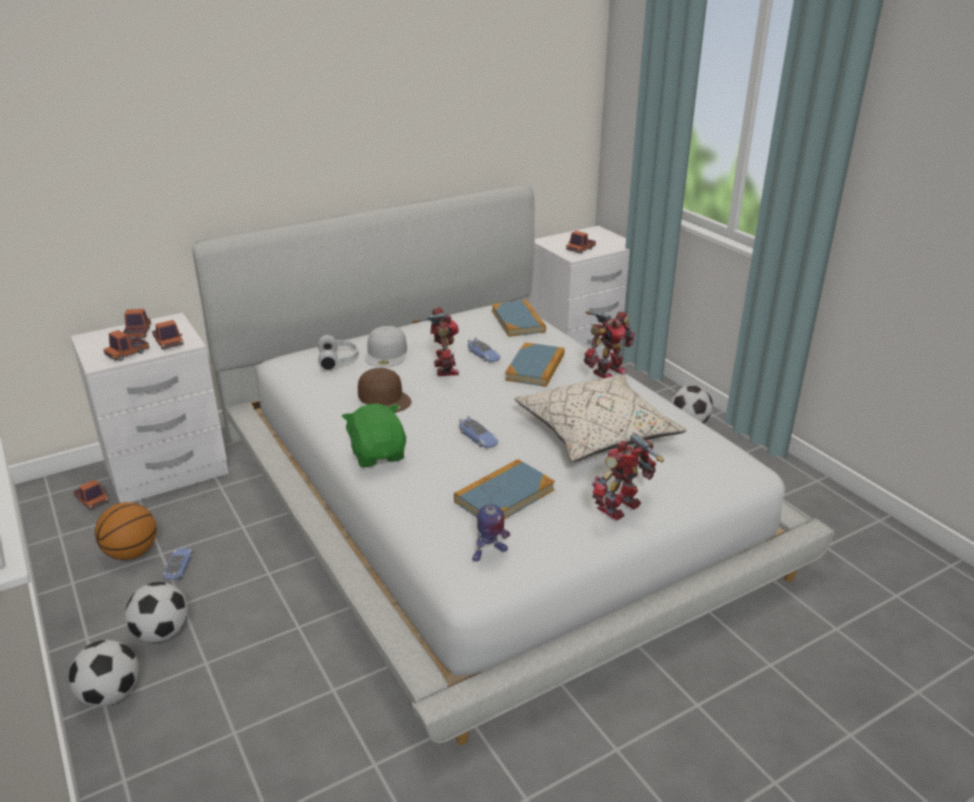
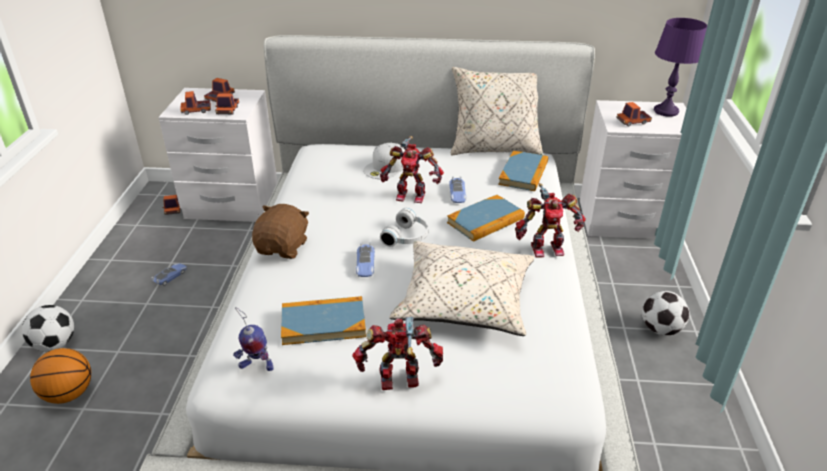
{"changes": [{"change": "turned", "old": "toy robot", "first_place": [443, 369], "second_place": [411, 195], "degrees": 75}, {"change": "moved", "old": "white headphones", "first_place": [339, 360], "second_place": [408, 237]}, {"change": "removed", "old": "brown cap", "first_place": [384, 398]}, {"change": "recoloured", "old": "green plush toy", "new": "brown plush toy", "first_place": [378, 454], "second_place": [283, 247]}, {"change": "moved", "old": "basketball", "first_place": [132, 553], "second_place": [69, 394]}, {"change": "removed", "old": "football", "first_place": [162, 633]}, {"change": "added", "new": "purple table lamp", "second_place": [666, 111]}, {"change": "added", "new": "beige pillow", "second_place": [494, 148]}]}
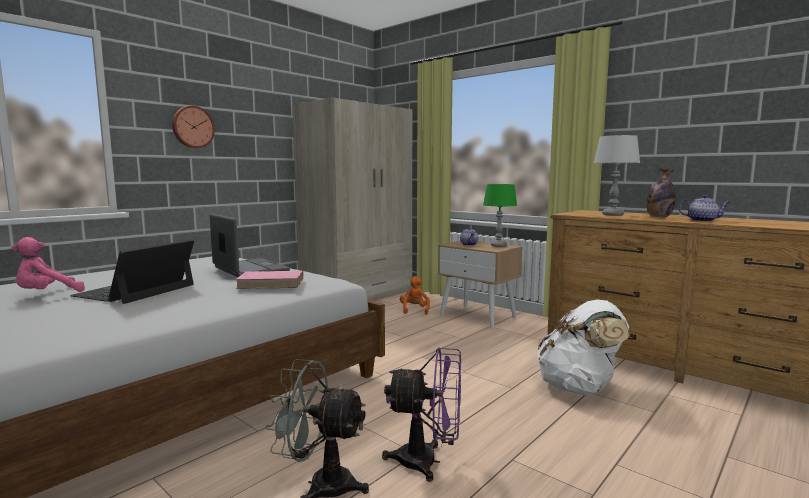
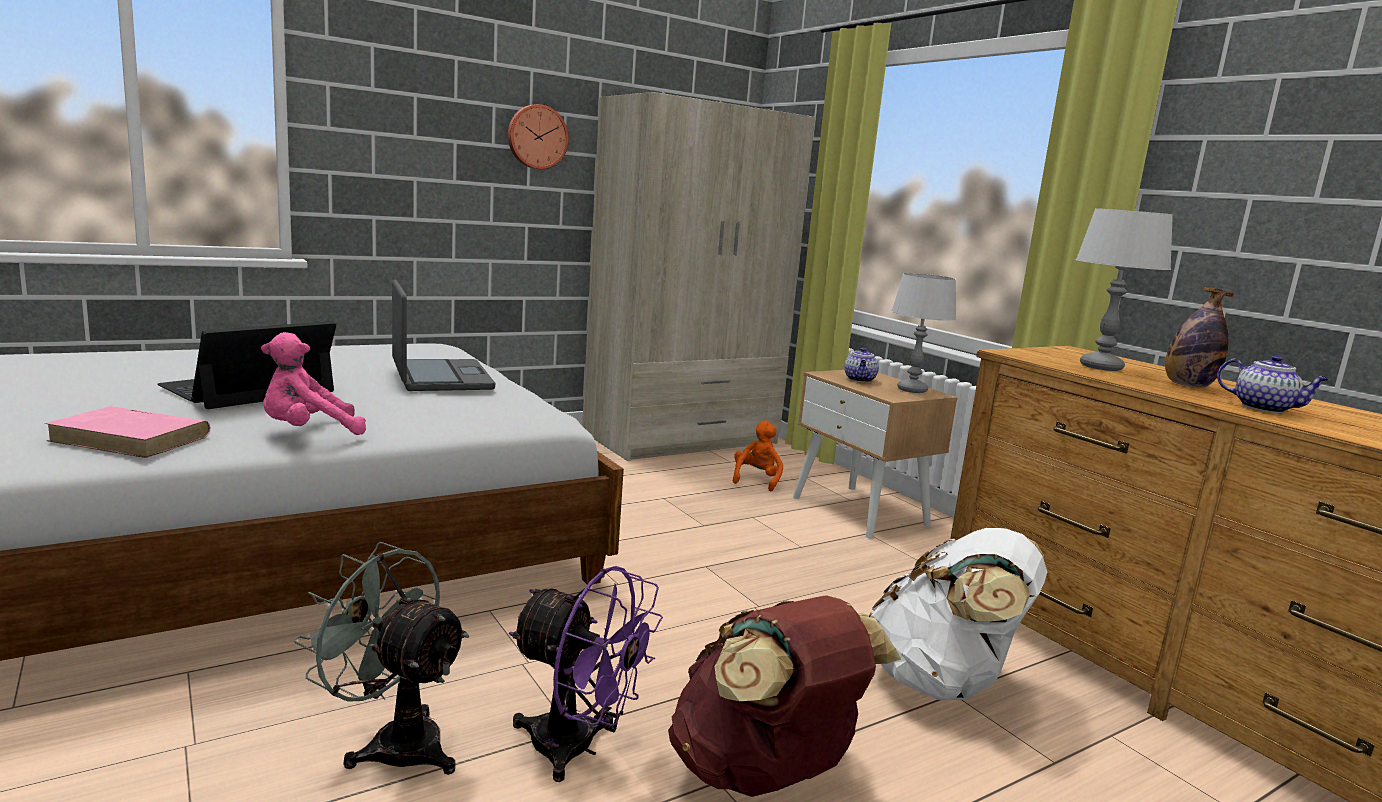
{"changes": [{"change": "moved", "old": "wall clock", "first_place": [192, 127], "second_place": [537, 137]}, {"change": "recoloured", "old": "green table lamp", "new": "grey table lamp", "first_place": [498, 245], "second_place": [912, 390]}, {"change": "moved", "old": "pink plush toy", "first_place": [47, 295], "second_place": [309, 432]}, {"change": "moved", "old": "pink book", "first_place": [272, 283], "second_place": [132, 438]}, {"change": "added", "new": "brown backpack", "second_place": [765, 774]}]}
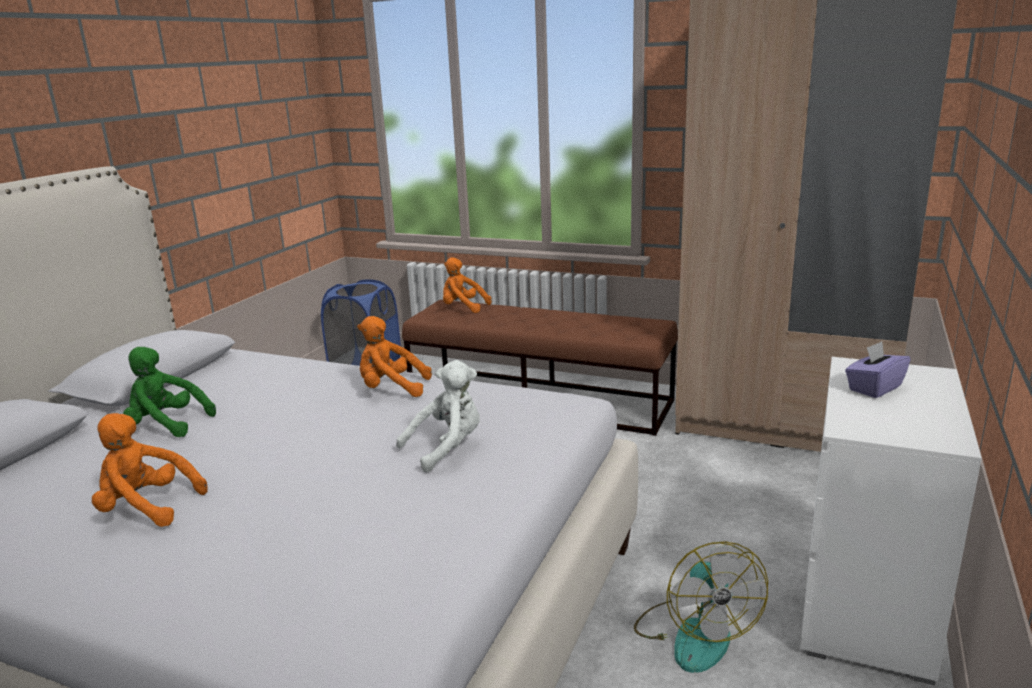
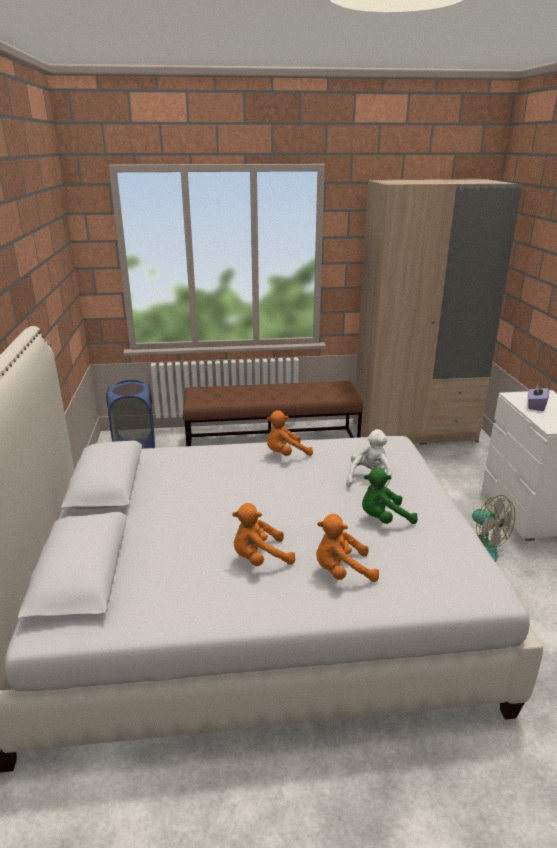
{"changes": [{"change": "moved", "old": "orange plush toy", "first_place": [463, 308], "second_place": [342, 571]}, {"change": "moved", "old": "green plush toy", "first_place": [167, 425], "second_place": [383, 518]}]}
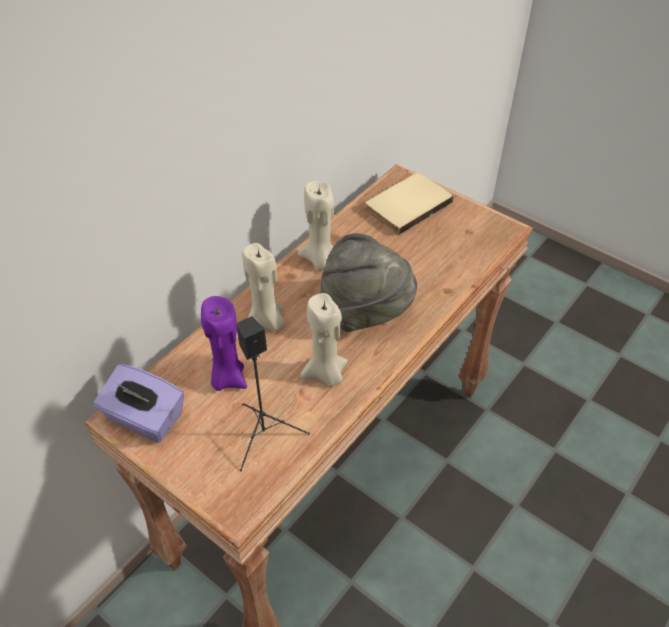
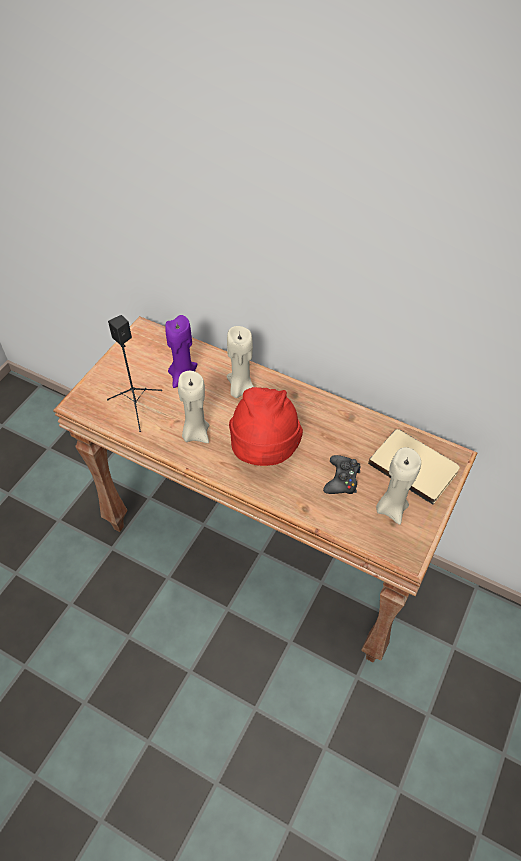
{"changes": [{"change": "moved", "old": "beige candle", "first_place": [320, 260], "second_place": [391, 508]}, {"change": "recoloured", "old": "grey hat", "new": "red hat", "first_place": [365, 312], "second_place": [264, 450]}, {"change": "removed", "old": "purple tissue box", "first_place": [144, 418]}, {"change": "added", "new": "black game controller", "second_place": [342, 479]}]}
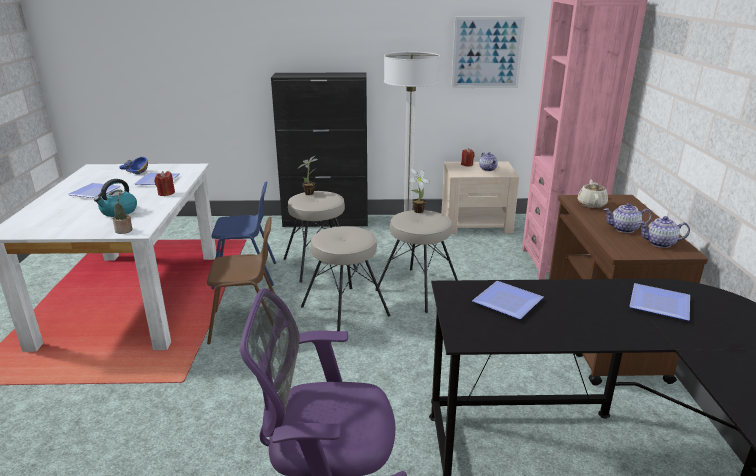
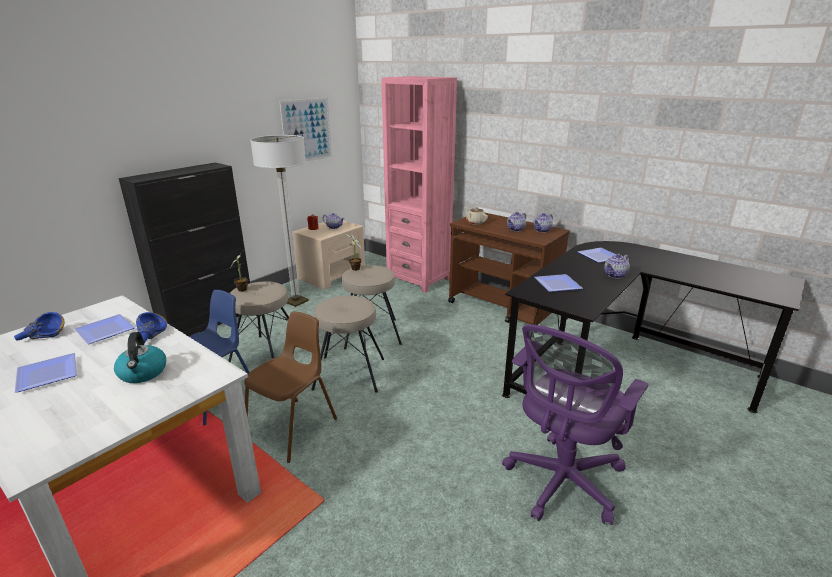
{"changes": [{"change": "replaced", "old": "red candle", "new": "blue bowl", "first_place": [166, 193], "second_place": [152, 335]}, {"change": "removed", "old": "potted plant", "first_place": [124, 231]}, {"change": "added", "new": "teapot", "second_place": [615, 275]}]}
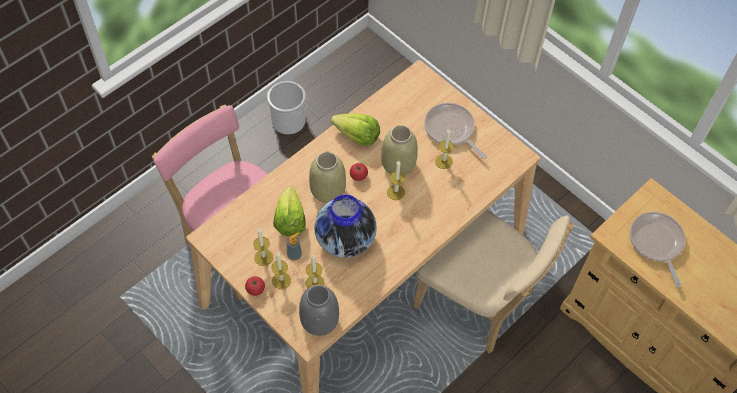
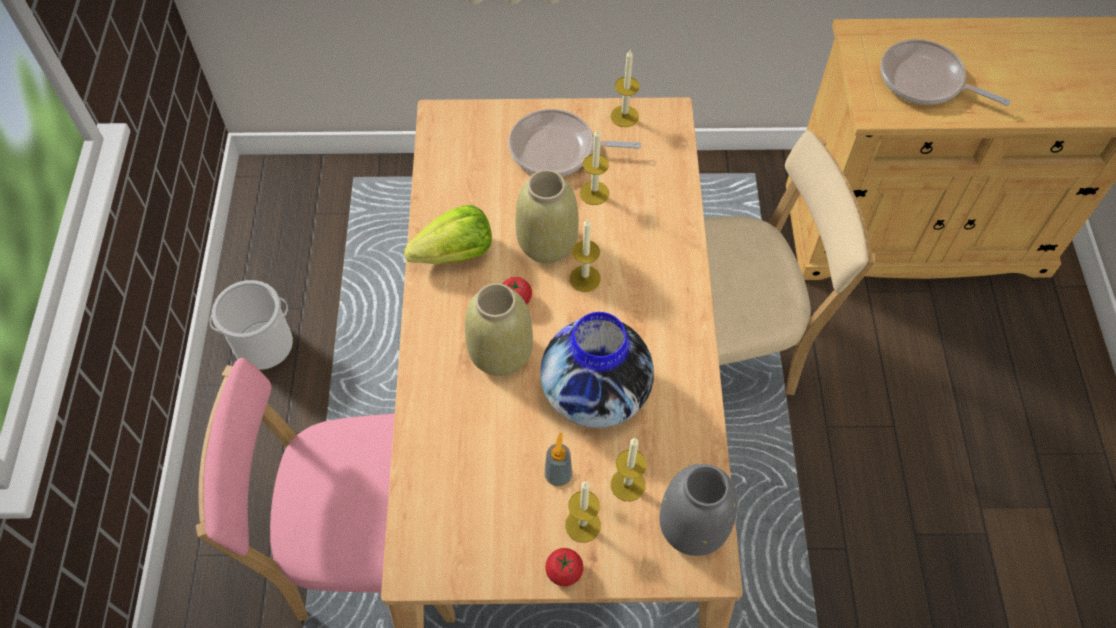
{"changes": [{"change": "removed", "old": "lettuce", "first_place": [290, 221]}, {"change": "moved", "old": "candle", "first_place": [263, 257], "second_place": [624, 116]}]}
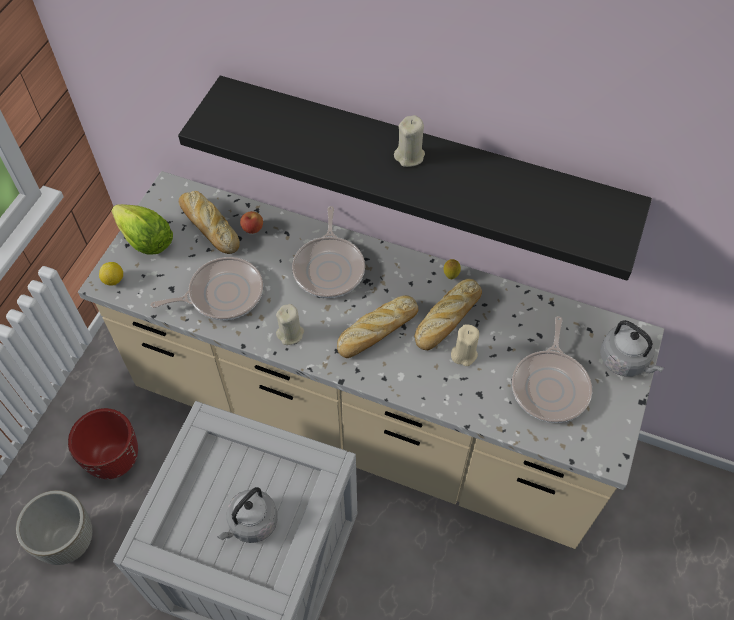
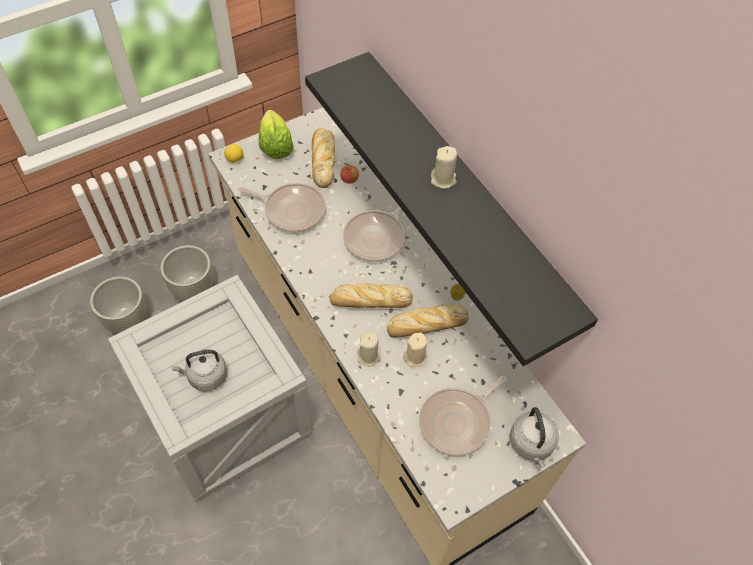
{"changes": [{"change": "moved", "old": "beige candle", "first_place": [290, 334], "second_place": [368, 356]}, {"change": "recoloured", "old": "red planter", "new": "grey planter", "first_place": [114, 459], "second_place": [193, 289]}]}
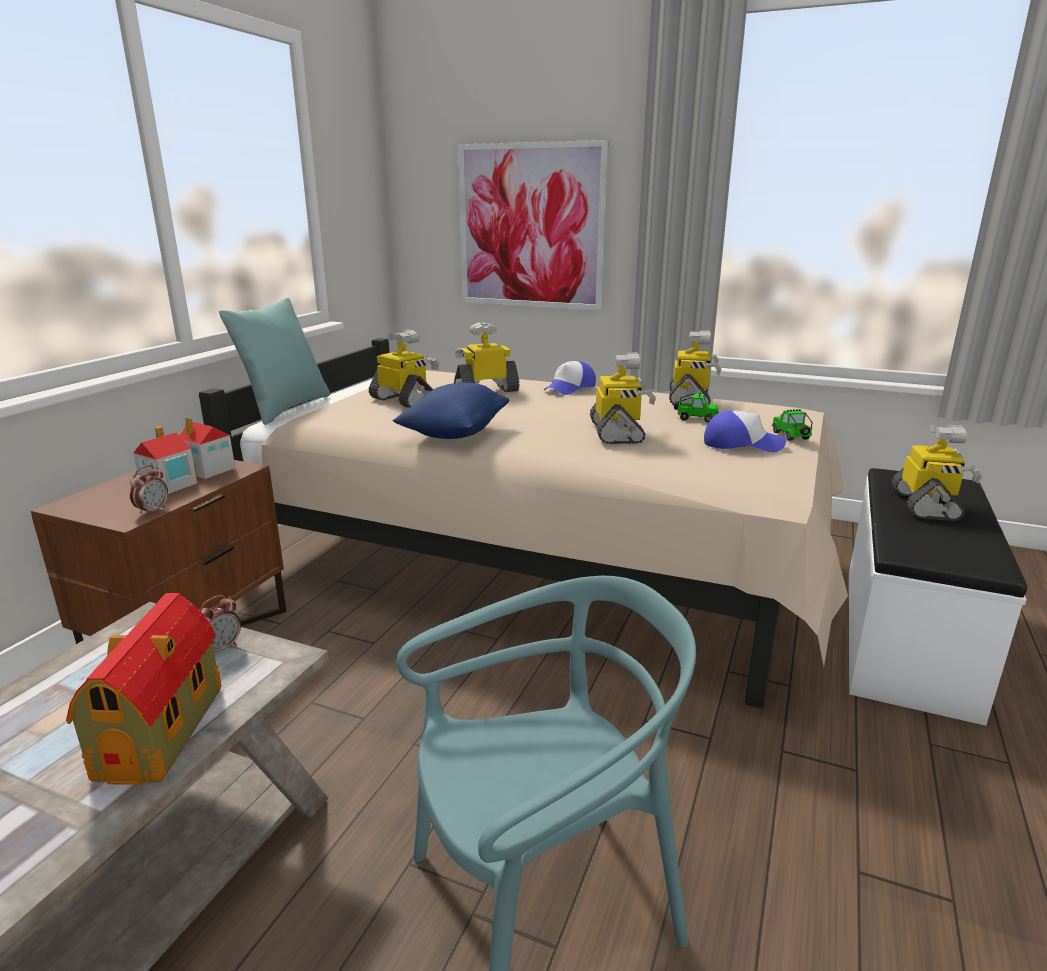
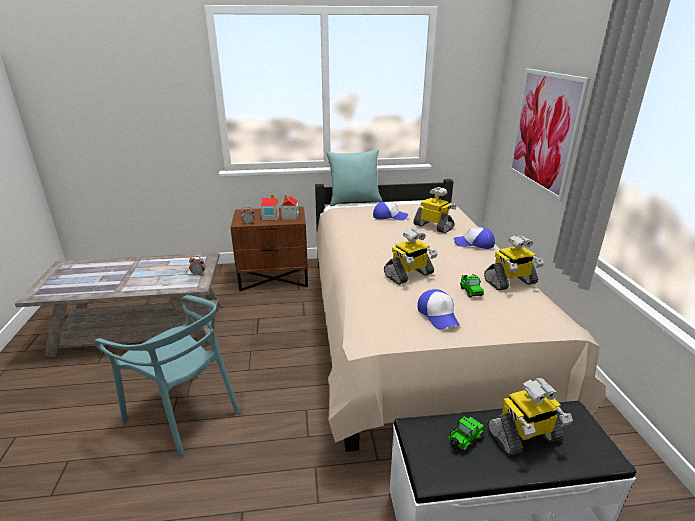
{"changes": [{"change": "replaced", "old": "toy robot", "new": "cap", "first_place": [404, 401], "second_place": [389, 216]}, {"change": "removed", "old": "blue pillow", "first_place": [454, 434]}, {"change": "moved", "old": "toy car", "first_place": [791, 436], "second_place": [464, 440]}, {"change": "removed", "old": "toy house", "first_place": [163, 728]}]}
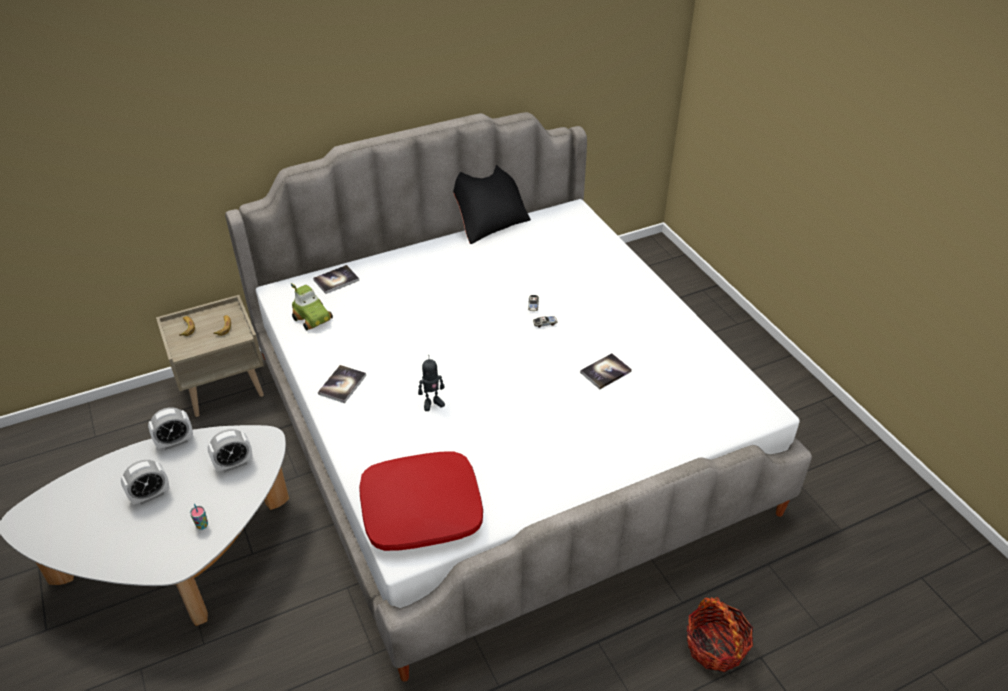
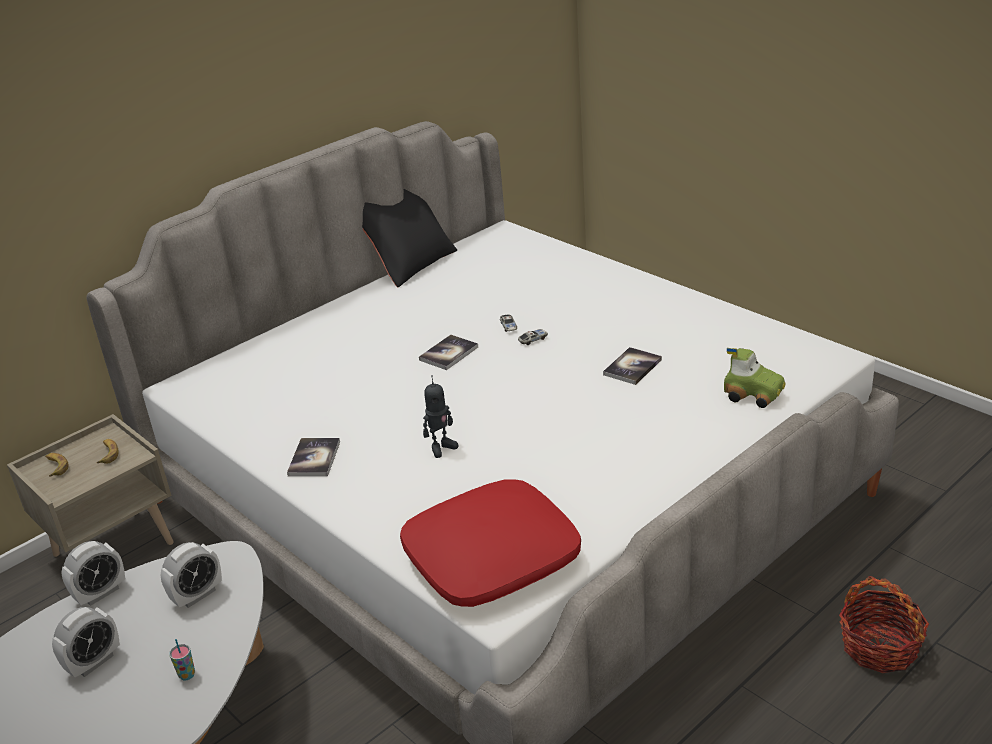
{"changes": [{"change": "moved", "old": "book", "first_place": [336, 280], "second_place": [448, 353]}, {"change": "moved", "old": "toy car", "first_place": [313, 318], "second_place": [753, 394]}]}
